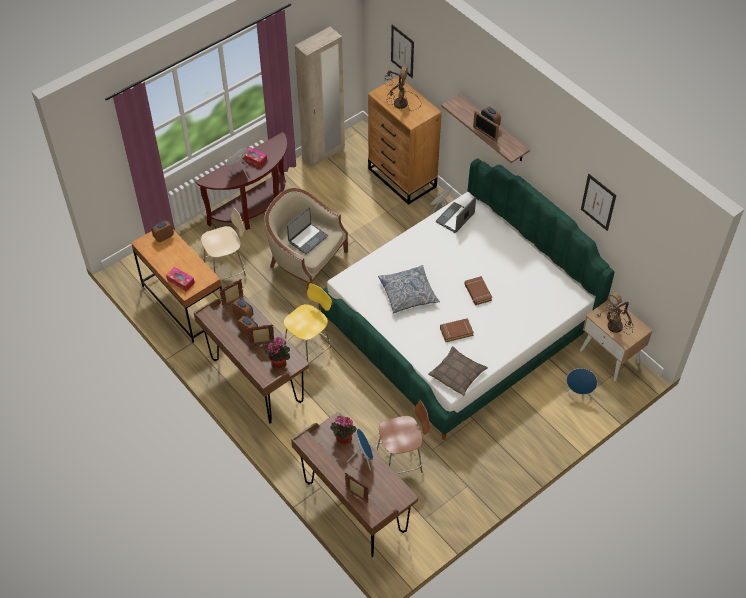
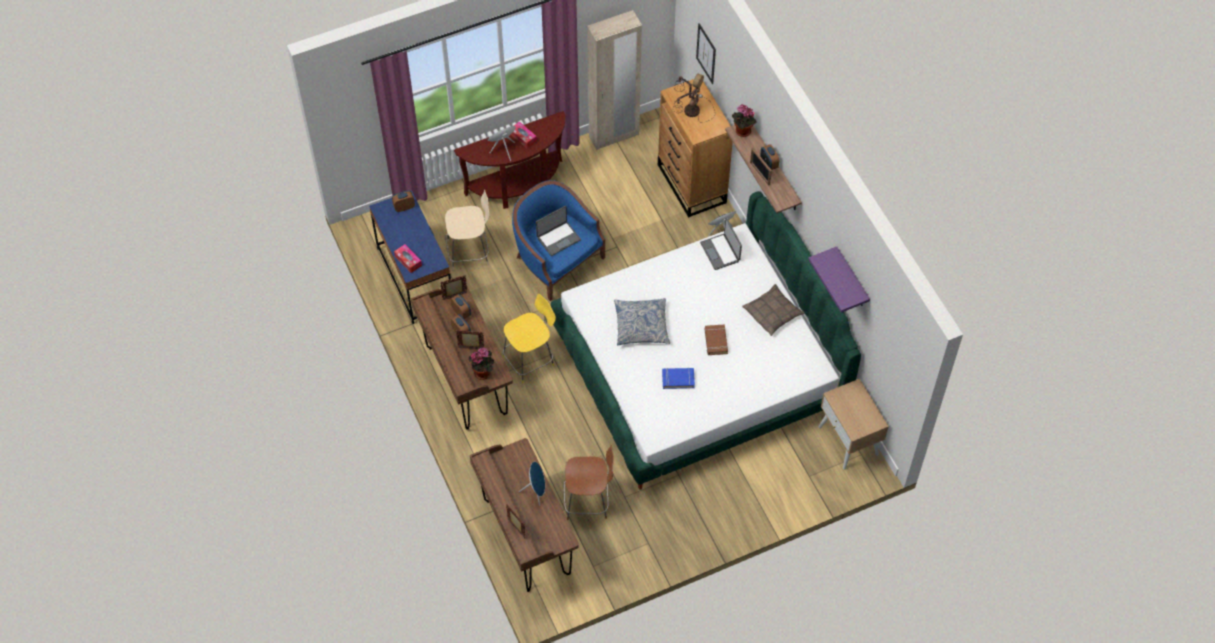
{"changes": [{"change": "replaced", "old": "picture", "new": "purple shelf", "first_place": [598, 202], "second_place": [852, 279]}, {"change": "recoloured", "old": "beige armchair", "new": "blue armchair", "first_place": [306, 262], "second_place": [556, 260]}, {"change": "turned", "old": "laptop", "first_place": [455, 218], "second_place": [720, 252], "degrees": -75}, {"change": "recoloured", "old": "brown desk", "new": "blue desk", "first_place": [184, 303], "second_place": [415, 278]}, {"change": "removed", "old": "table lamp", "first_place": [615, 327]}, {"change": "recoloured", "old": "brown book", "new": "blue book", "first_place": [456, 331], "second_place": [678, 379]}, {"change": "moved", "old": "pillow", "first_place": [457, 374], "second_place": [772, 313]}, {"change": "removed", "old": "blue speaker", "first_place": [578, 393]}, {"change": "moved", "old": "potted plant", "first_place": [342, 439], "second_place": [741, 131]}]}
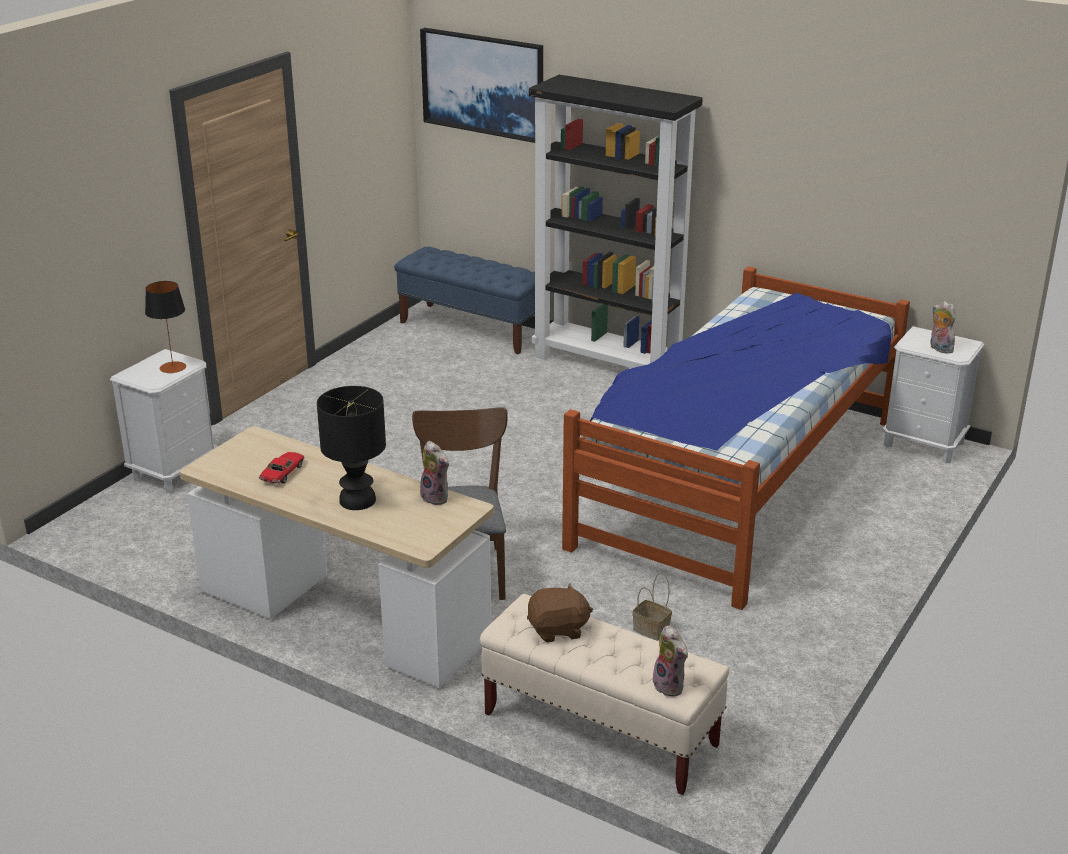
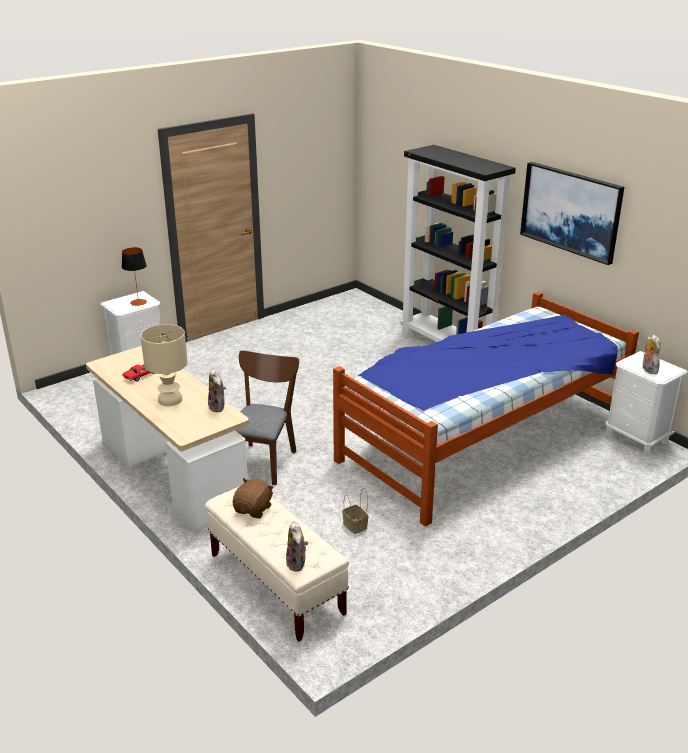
{"changes": [{"change": "moved", "old": "picture", "first_place": [483, 84], "second_place": [571, 211]}, {"change": "removed", "old": "blue bench", "first_place": [473, 328]}, {"change": "recoloured", "old": "black table lamp", "new": "beige table lamp", "first_place": [356, 500], "second_place": [169, 400]}, {"change": "turned", "old": "brown plush toy", "first_place": [558, 630], "second_place": [254, 509], "degrees": -75}]}
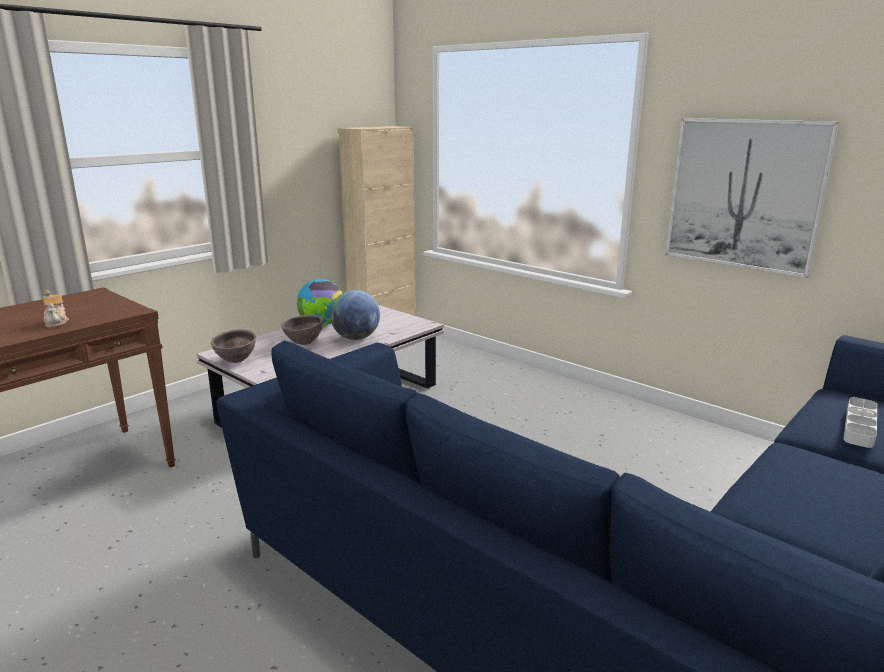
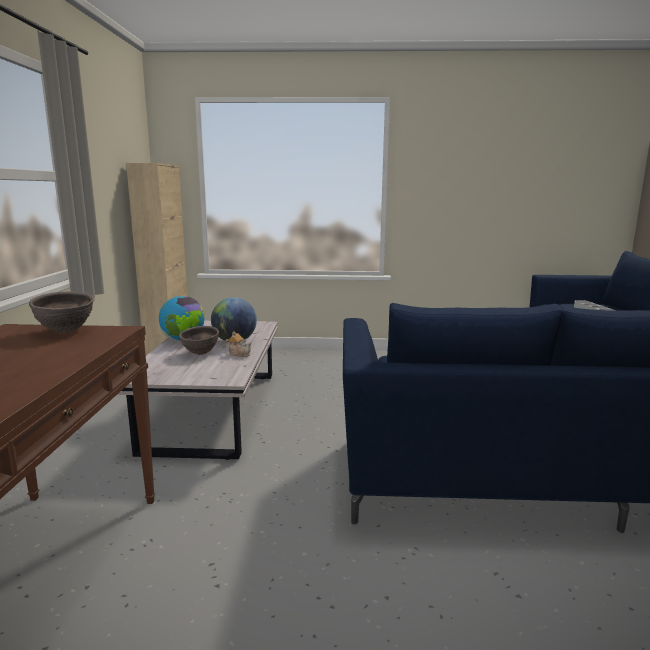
{"changes": [{"change": "removed", "old": "picture", "first_place": [744, 194]}, {"change": "moved", "old": "teapot", "first_place": [56, 322], "second_place": [239, 354]}, {"change": "moved", "old": "brown bowl", "first_place": [236, 361], "second_place": [66, 332]}]}
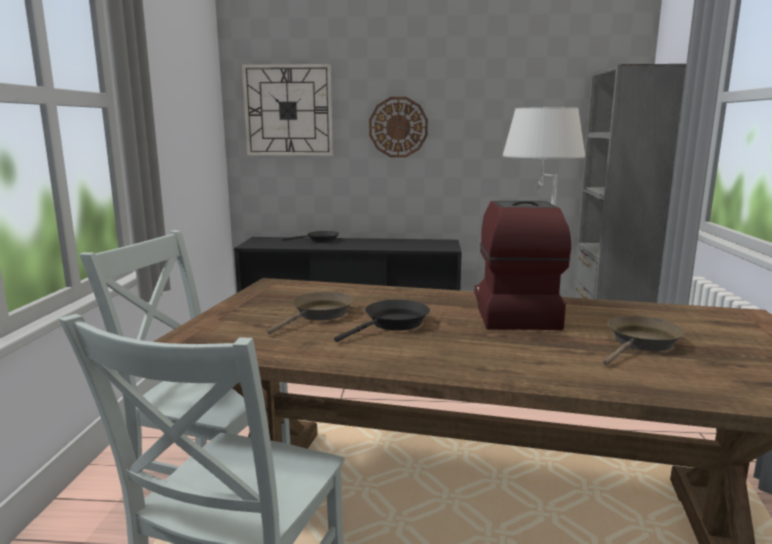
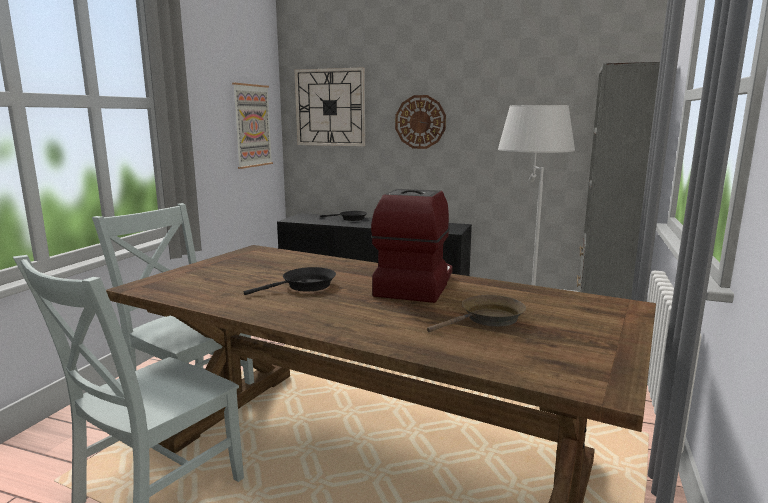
{"changes": [{"change": "removed", "old": "brown frying pan", "first_place": [319, 315]}, {"change": "added", "new": "picture", "second_place": [252, 126]}]}
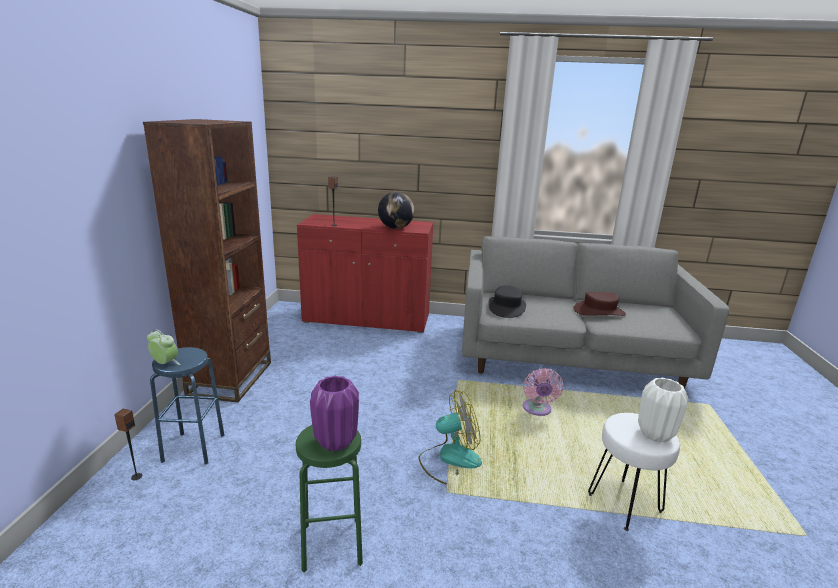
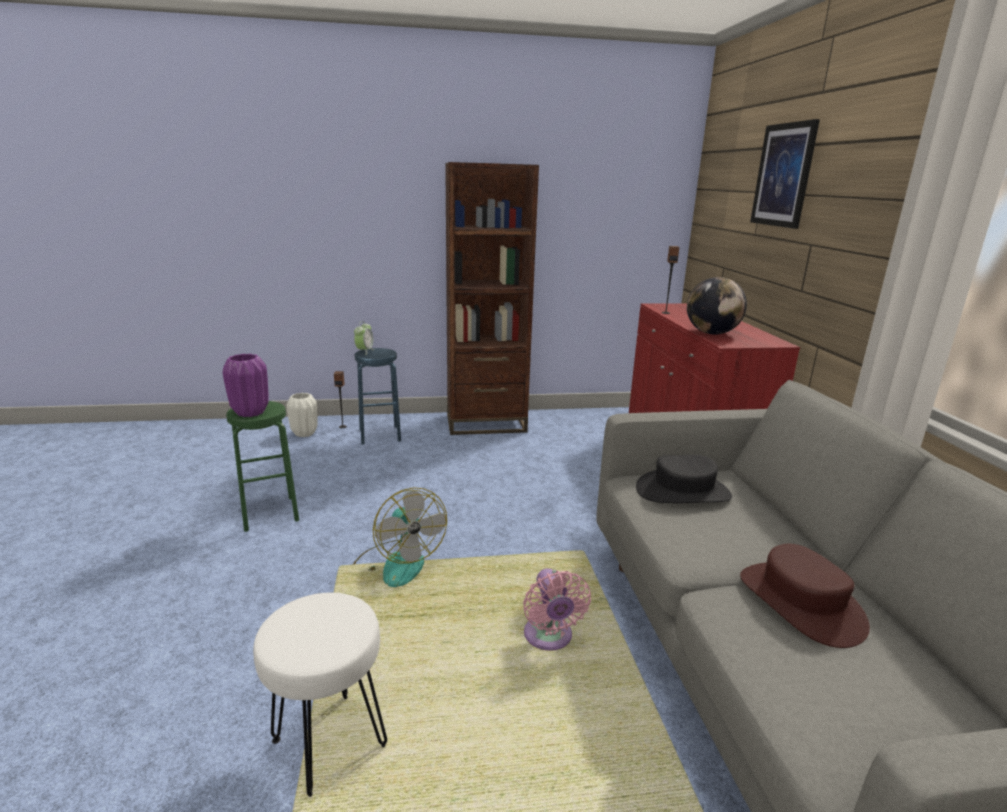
{"changes": [{"change": "turned", "old": "pink fan", "first_place": [537, 410], "second_place": [549, 638], "degrees": -90}, {"change": "moved", "old": "white vase", "first_place": [655, 435], "second_place": [304, 434]}, {"change": "added", "new": "picture", "second_place": [783, 175]}]}
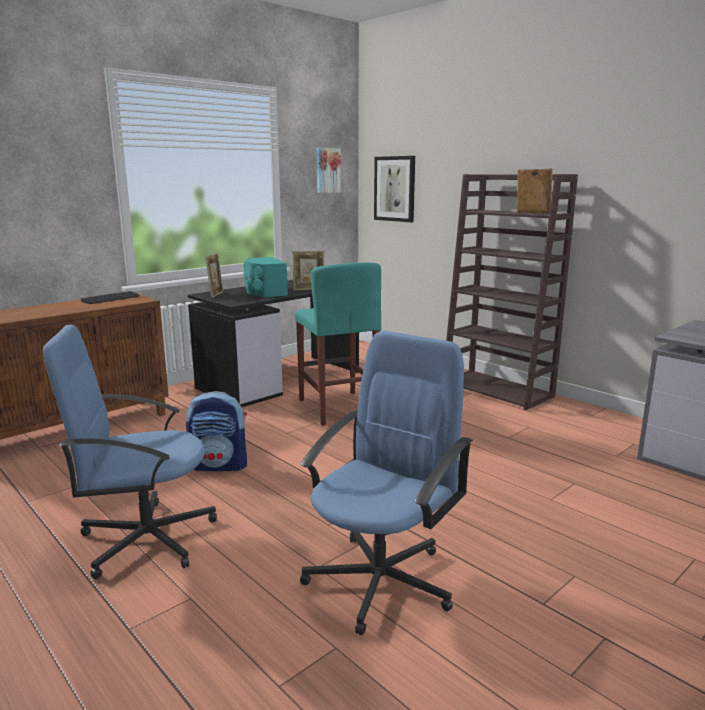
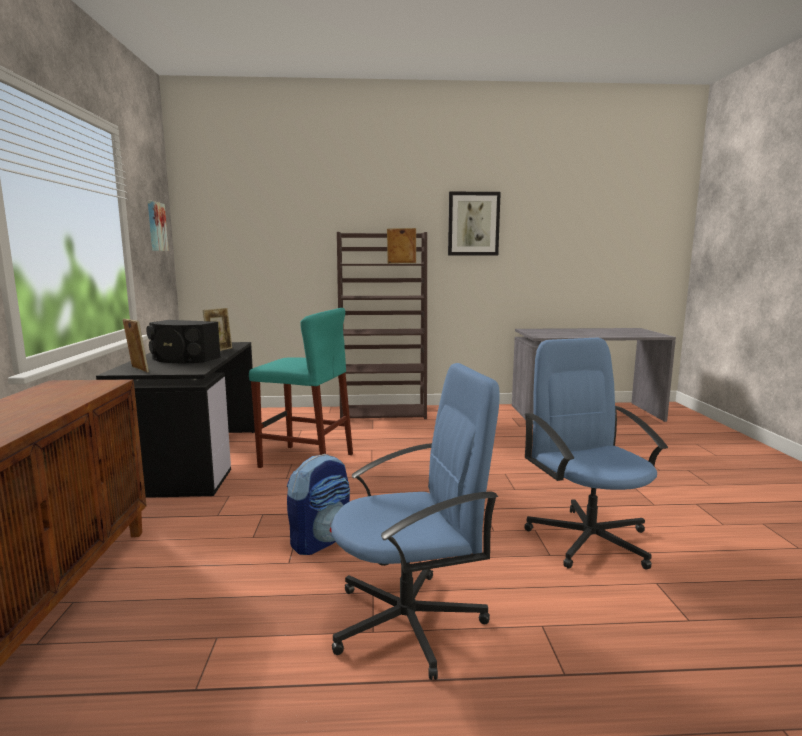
{"changes": [{"change": "moved", "old": "picture", "first_place": [395, 189], "second_place": [473, 224]}, {"change": "recoloured", "old": "turquoise speaker", "new": "black speaker", "first_place": [264, 292], "second_place": [183, 359]}, {"change": "removed", "old": "keyboard", "first_place": [111, 298]}, {"change": "turned", "old": "blue office chair", "first_place": [145, 538], "second_place": [410, 621], "degrees": -135}]}
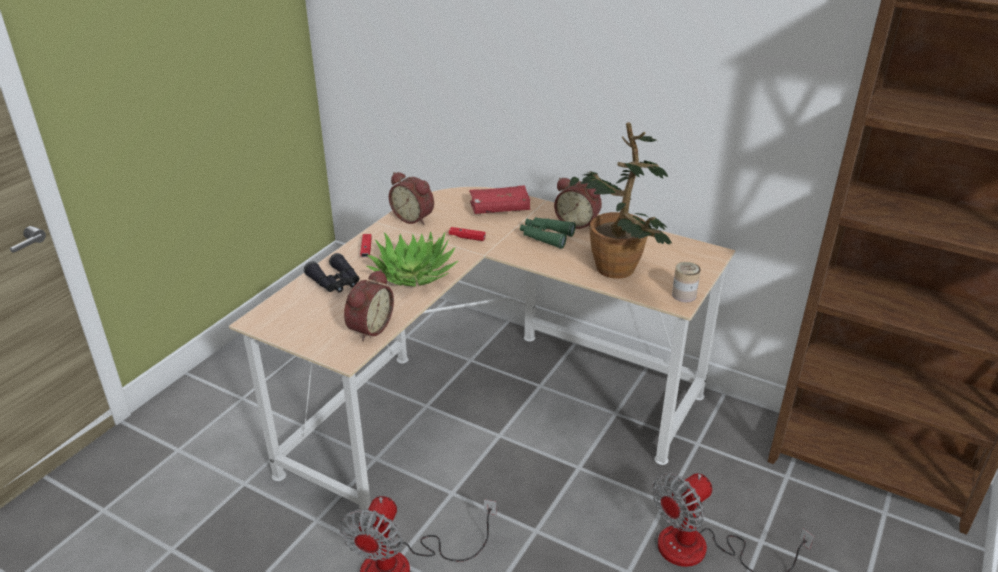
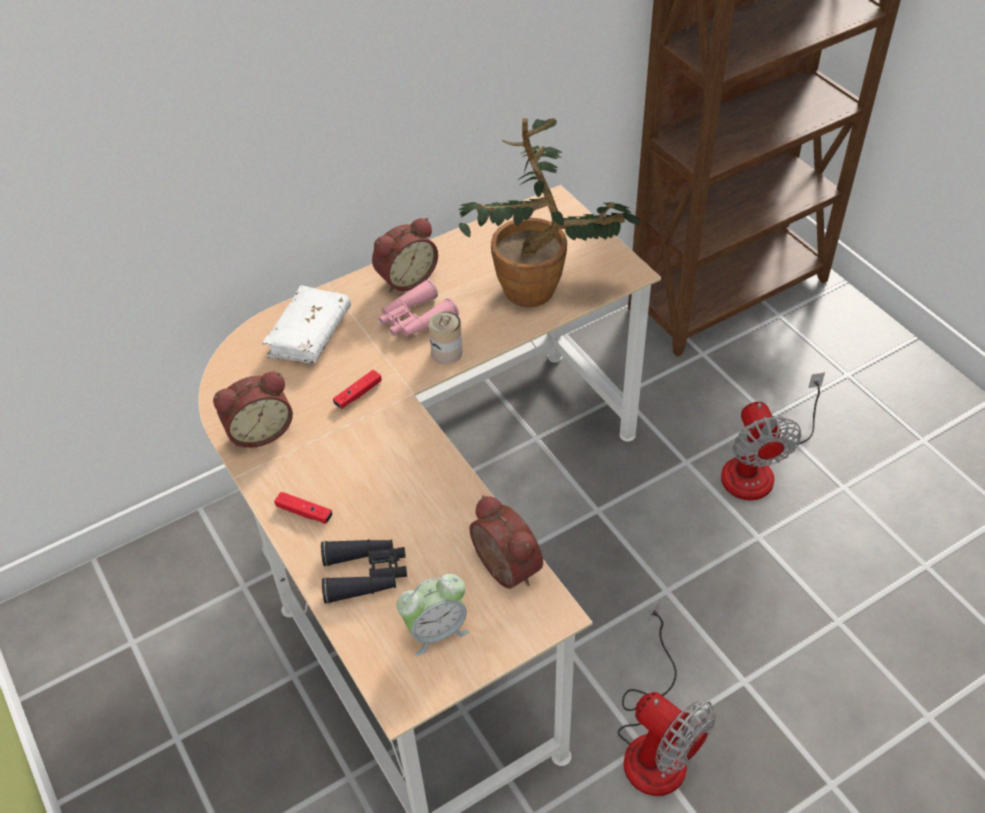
{"changes": [{"change": "recoloured", "old": "red book", "new": "white book", "first_place": [499, 208], "second_place": [310, 334]}, {"change": "recoloured", "old": "green binoculars", "new": "pink binoculars", "first_place": [545, 236], "second_place": [415, 320]}, {"change": "removed", "old": "potted plant", "first_place": [413, 274]}, {"change": "moved", "old": "can", "first_place": [684, 295], "second_place": [447, 352]}, {"change": "added", "new": "alarm clock", "second_place": [436, 631]}]}
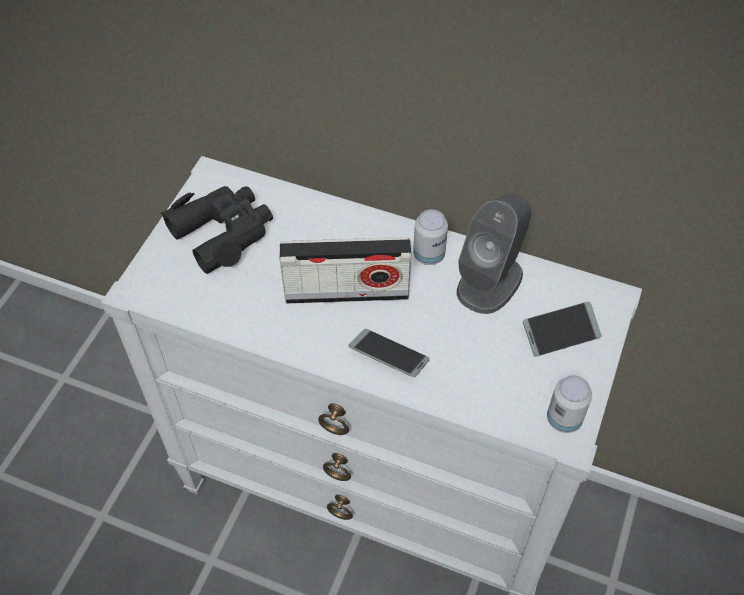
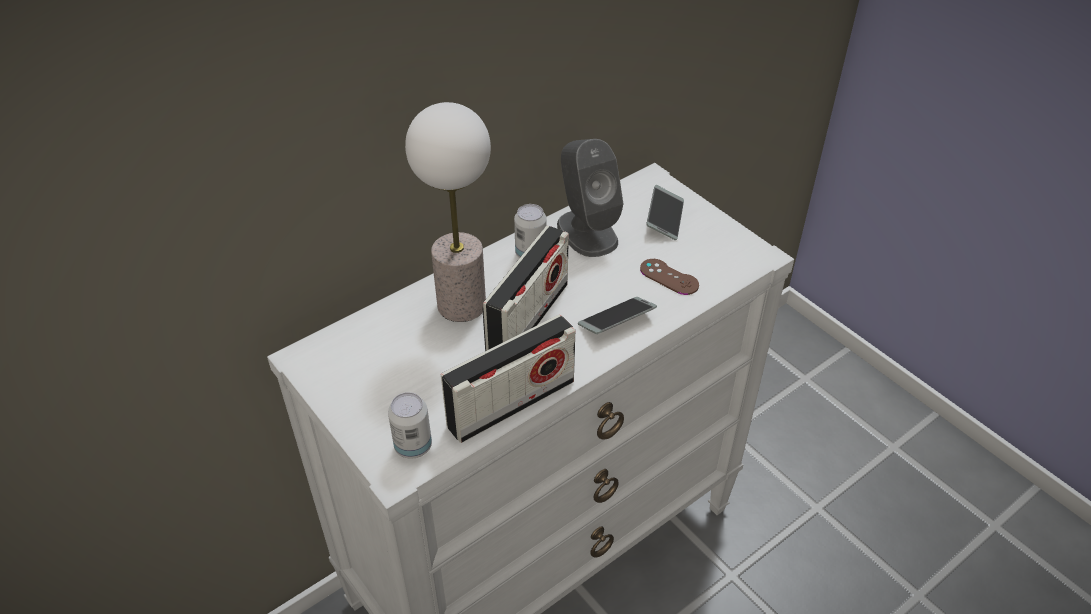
{"changes": [{"change": "removed", "old": "black binoculars", "first_place": [223, 232]}, {"change": "moved", "old": "can", "first_place": [564, 419], "second_place": [413, 446]}, {"change": "added", "new": "table lamp", "second_place": [461, 305]}, {"change": "added", "new": "brown game controller", "second_place": [669, 277]}, {"change": "added", "new": "radio", "second_place": [511, 403]}]}
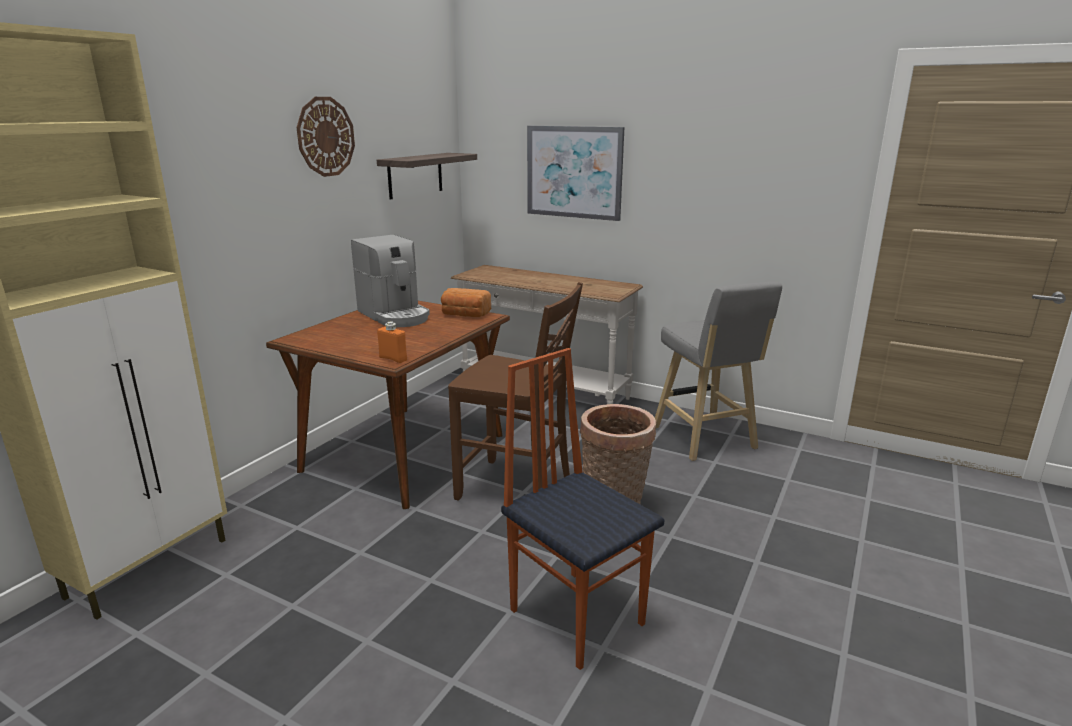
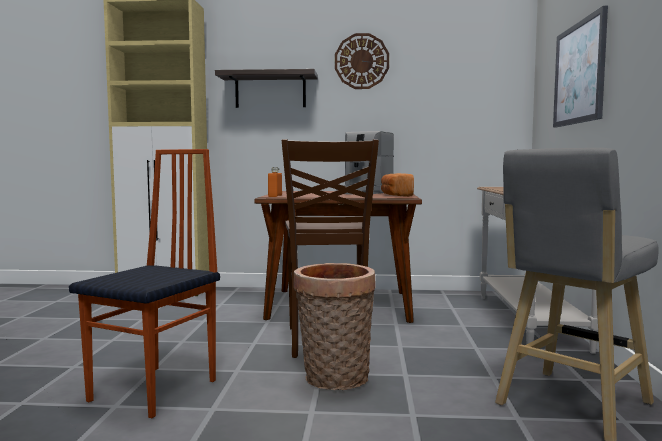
{"changes": [{"change": "moved", "old": "shelf", "first_place": [415, 175], "second_place": [270, 91]}]}
